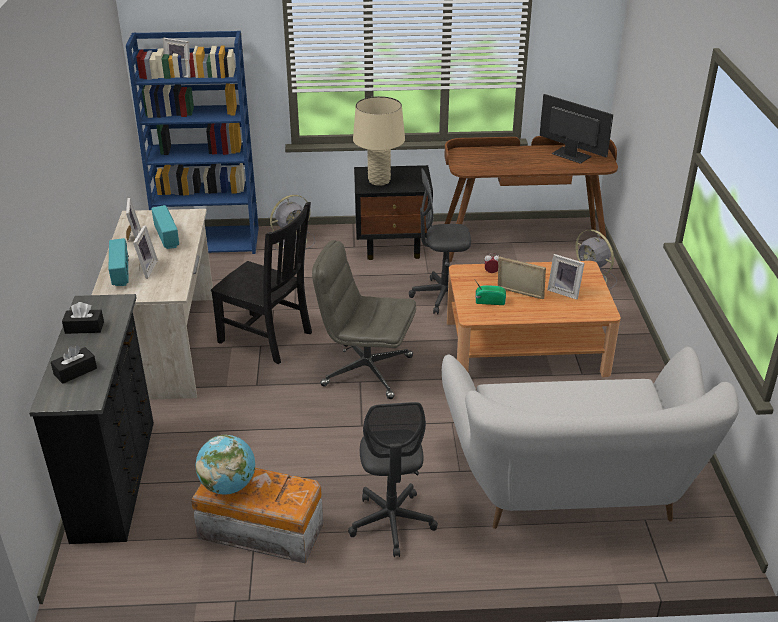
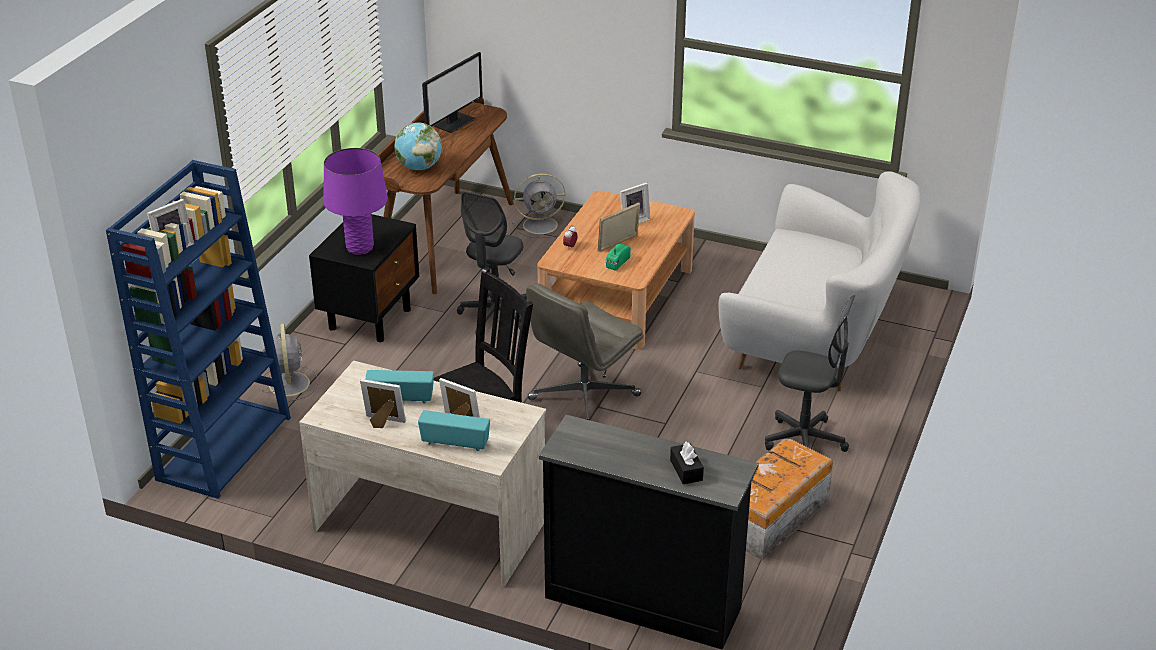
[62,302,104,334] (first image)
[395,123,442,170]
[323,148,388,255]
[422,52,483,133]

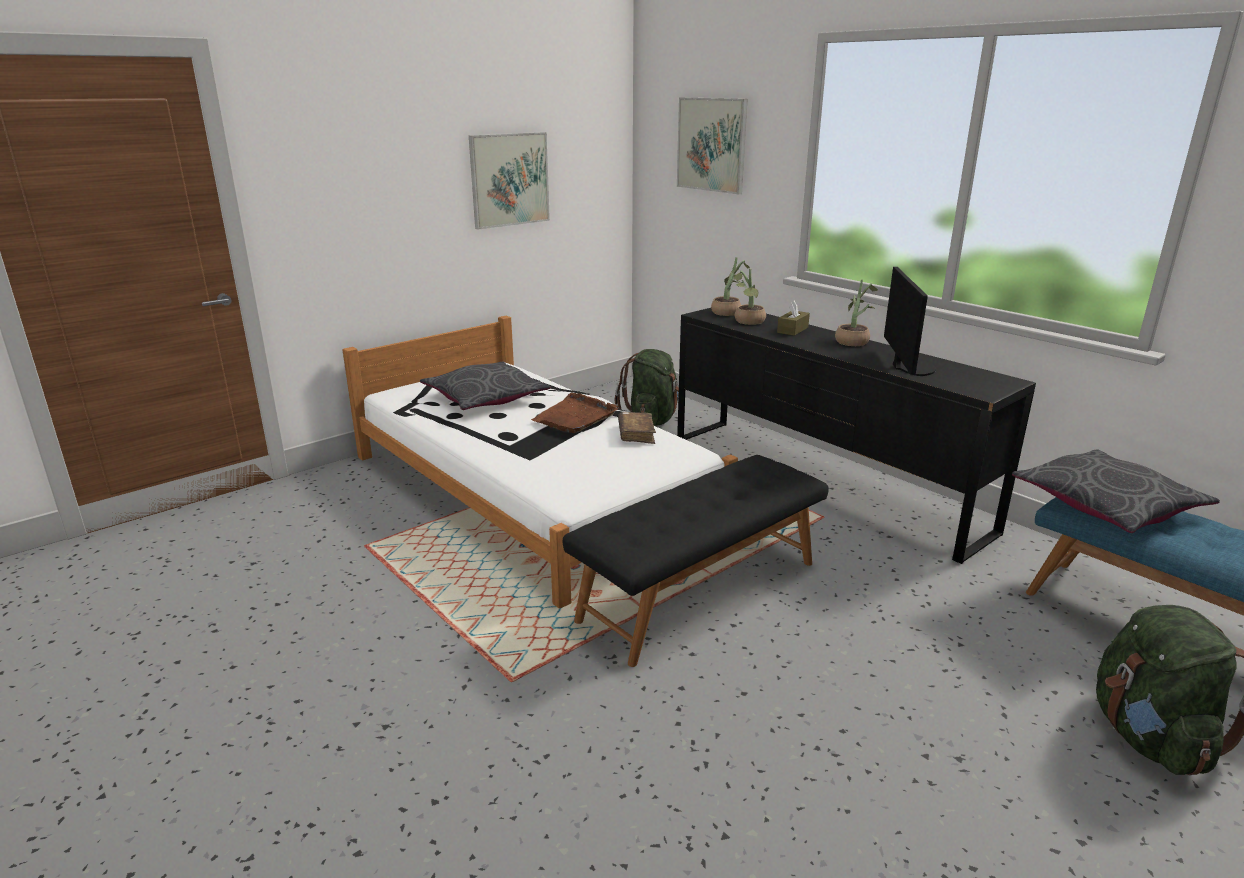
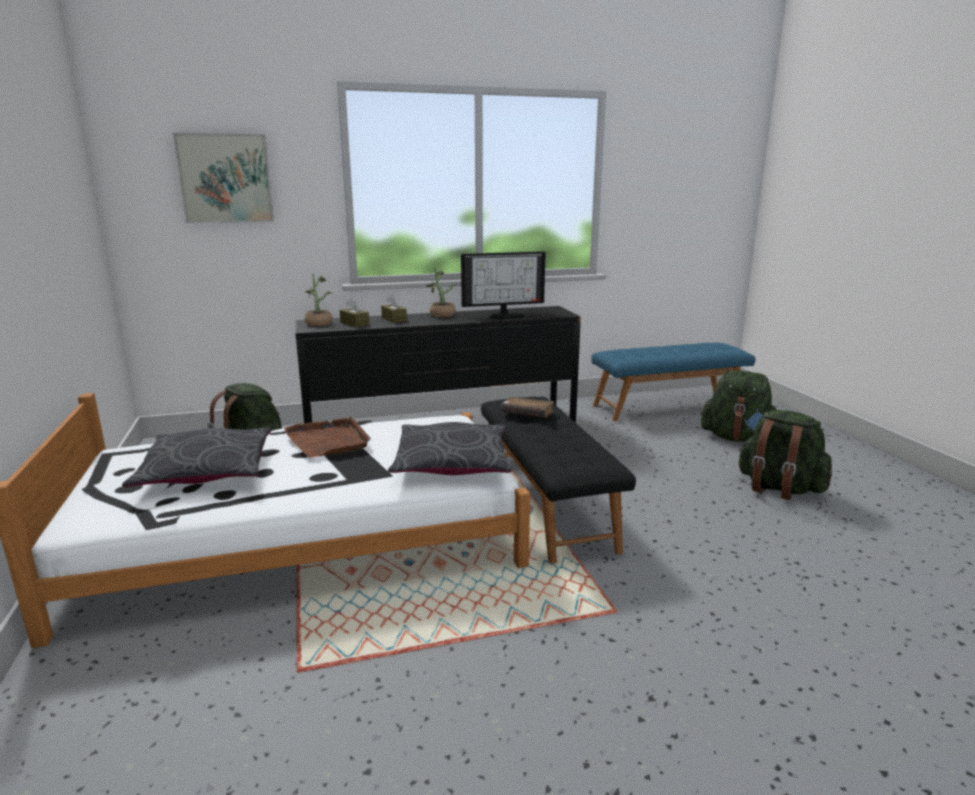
[469,132,550,229] (first image)
[501,397,554,418]
[340,299,369,327]
[461,251,546,319]
[388,422,512,475]
[738,410,832,500]

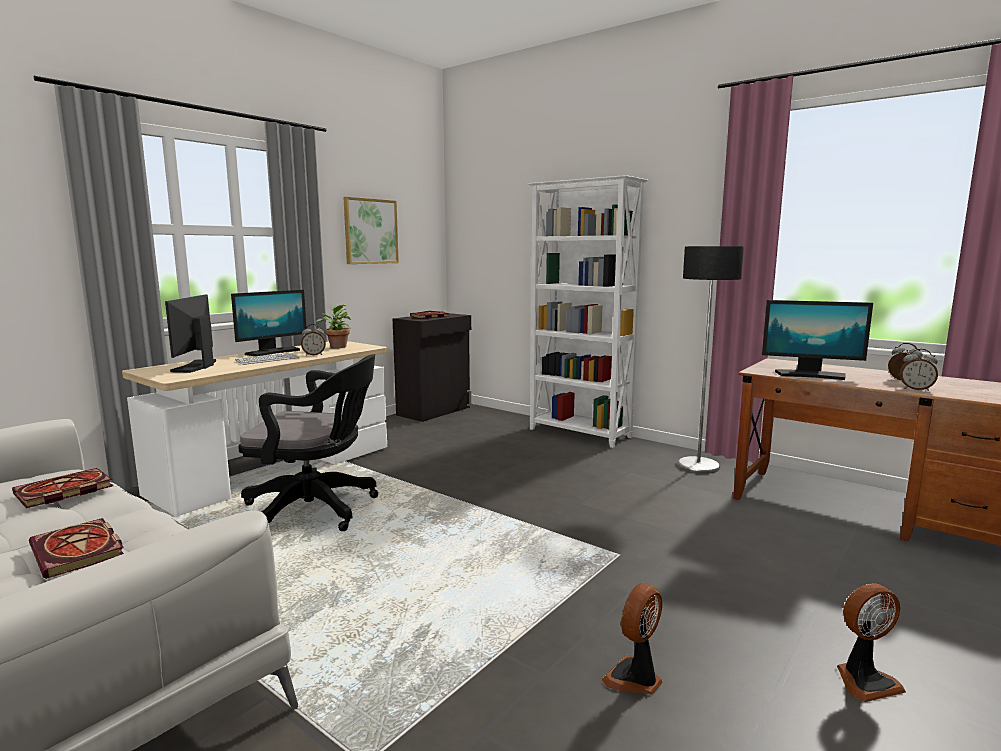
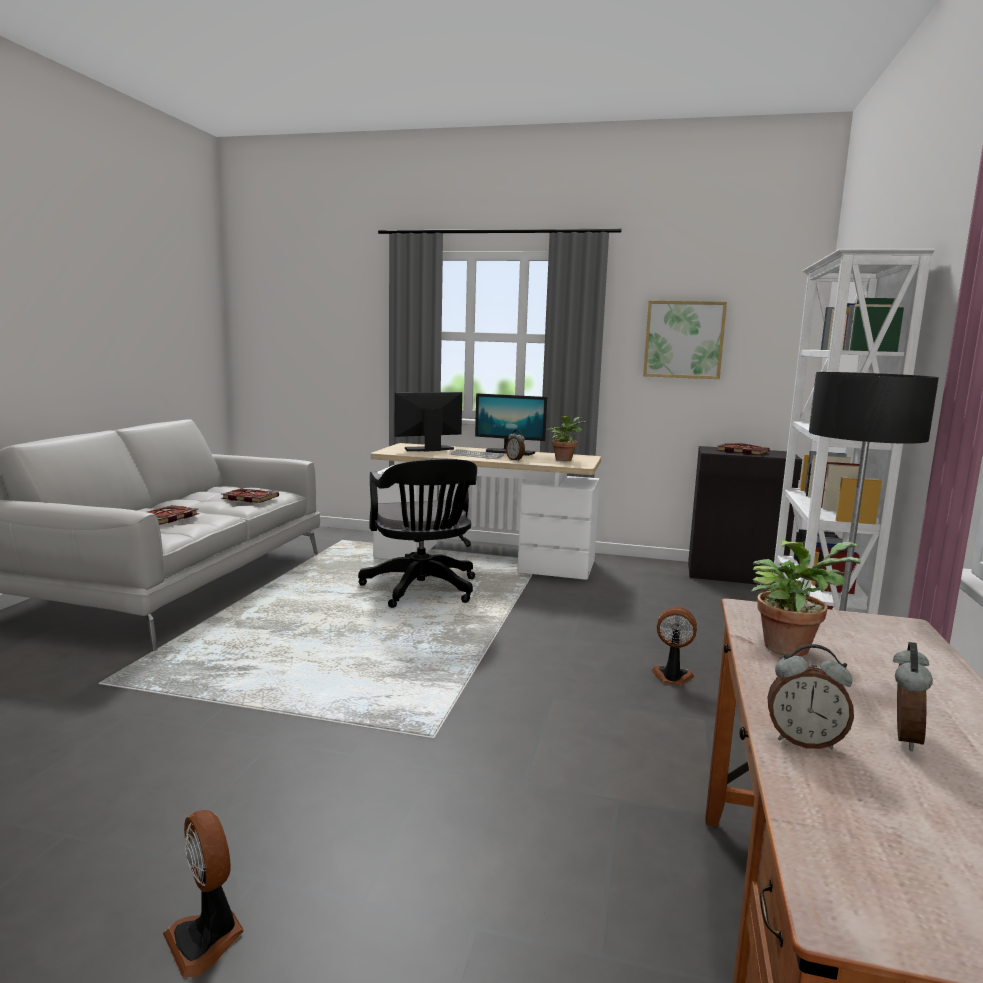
[651,607,697,685]
[752,539,861,656]
[767,644,854,750]

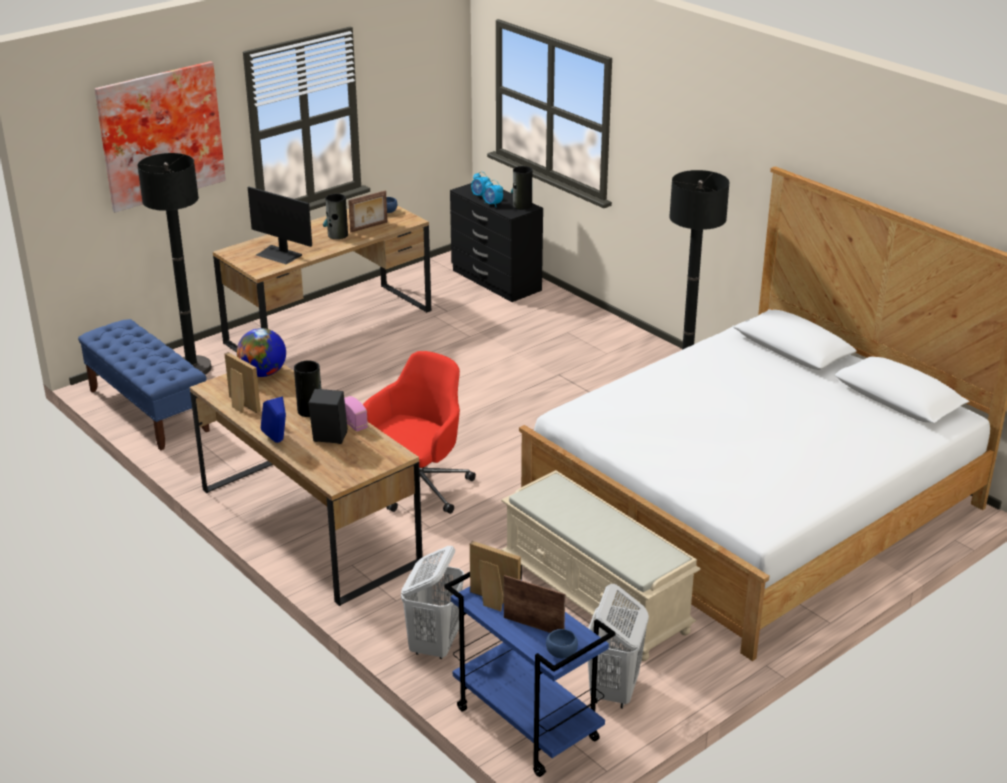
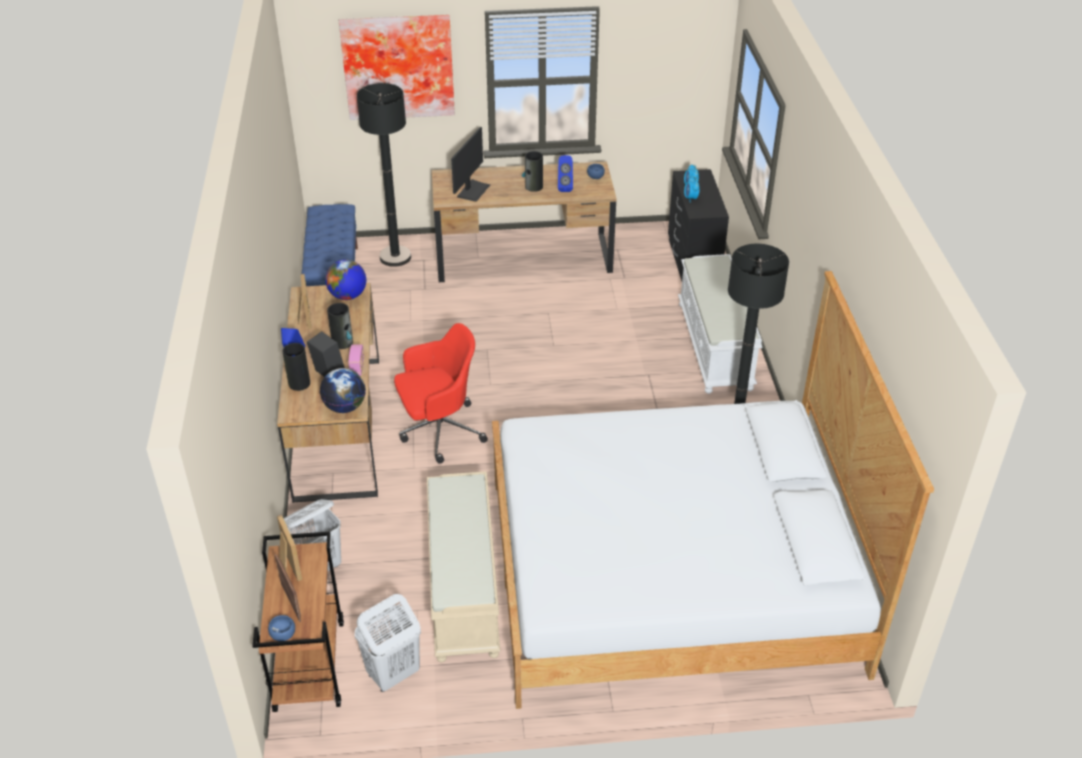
[451,127,490,202]
[558,155,573,192]
[252,532,344,712]
[283,343,310,391]
[320,368,366,413]
[678,254,763,394]

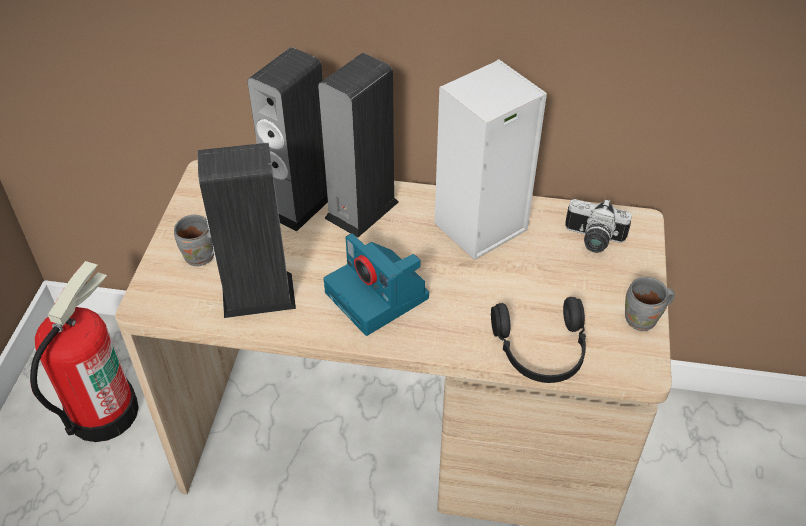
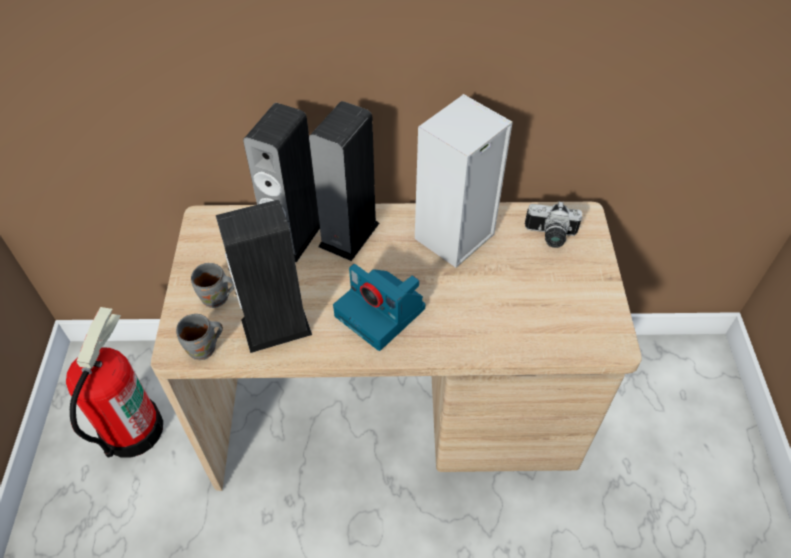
[491,297,586,383] (first image)
[176,314,223,360]

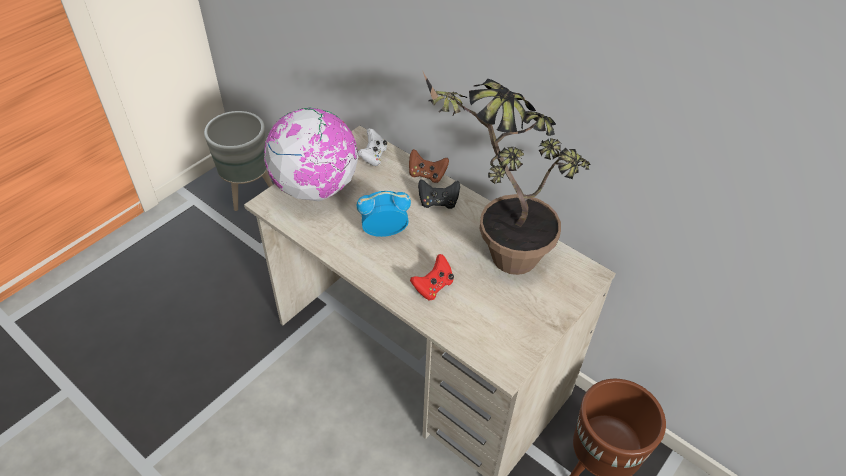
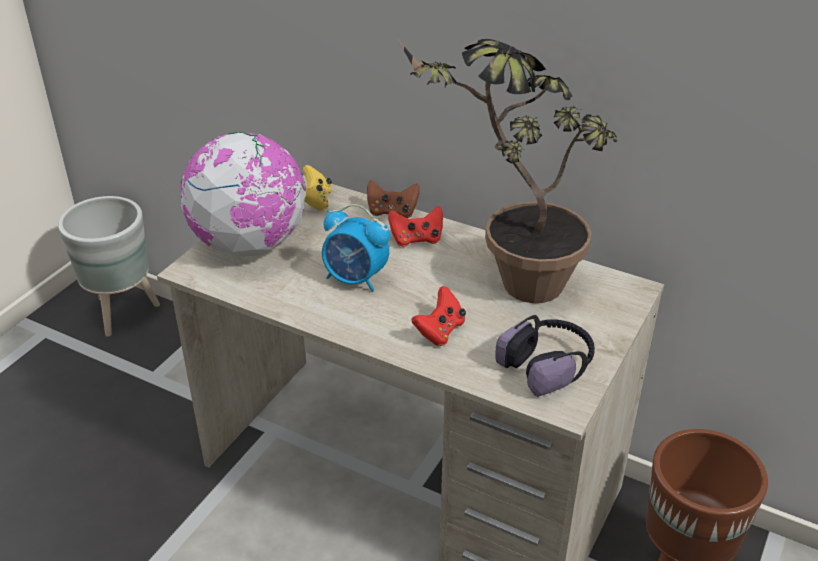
[303,165,332,211]
[322,204,390,292]
[388,206,443,247]
[495,315,595,397]

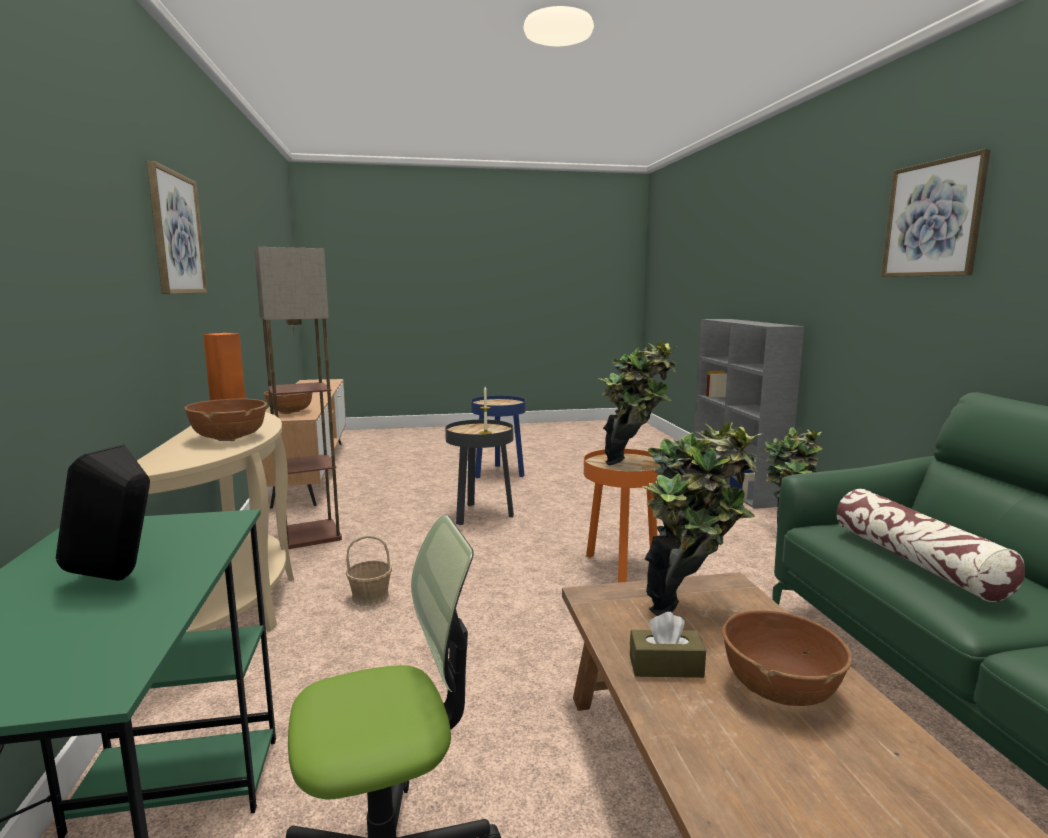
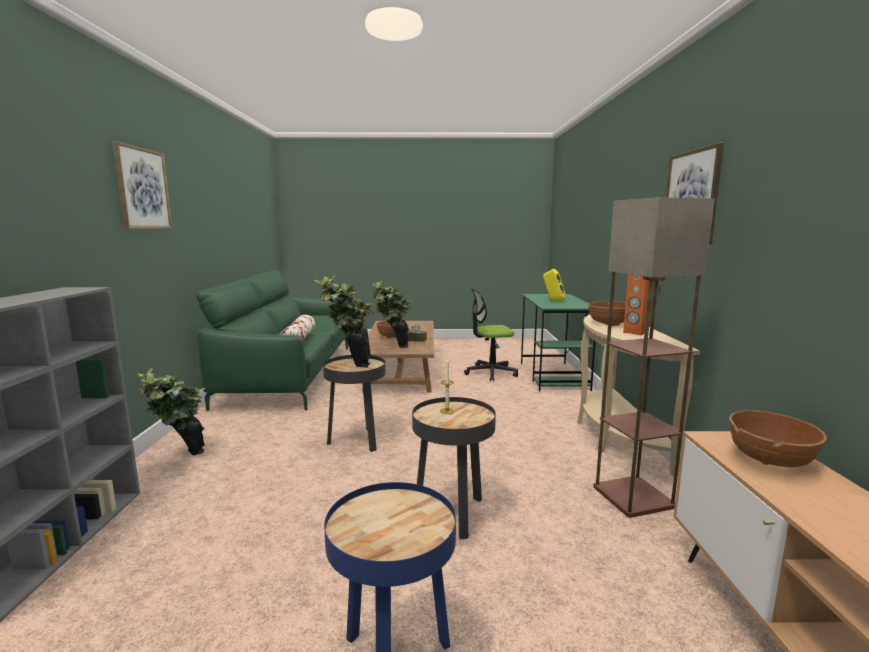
[543,269,565,301]
[346,535,392,606] (first image)
[323,355,386,452]

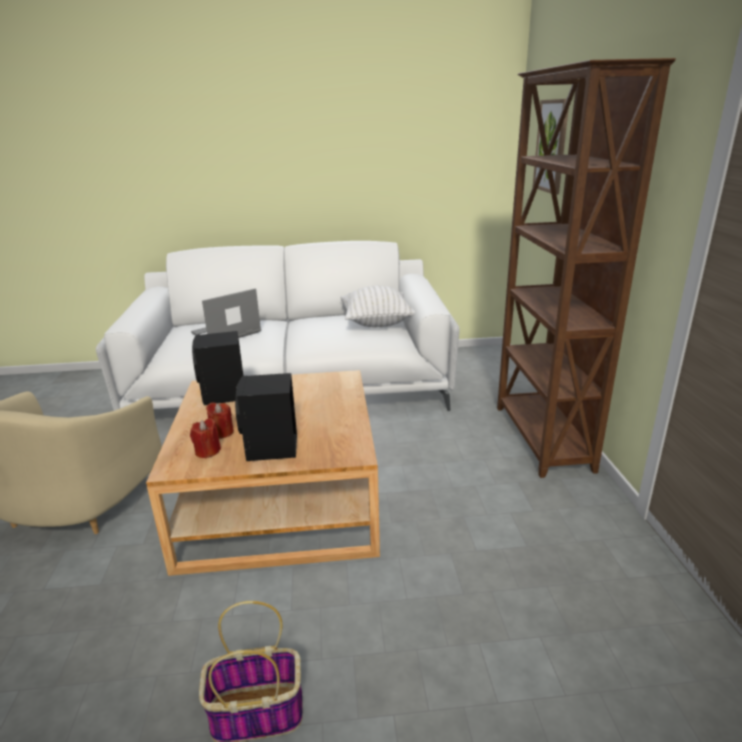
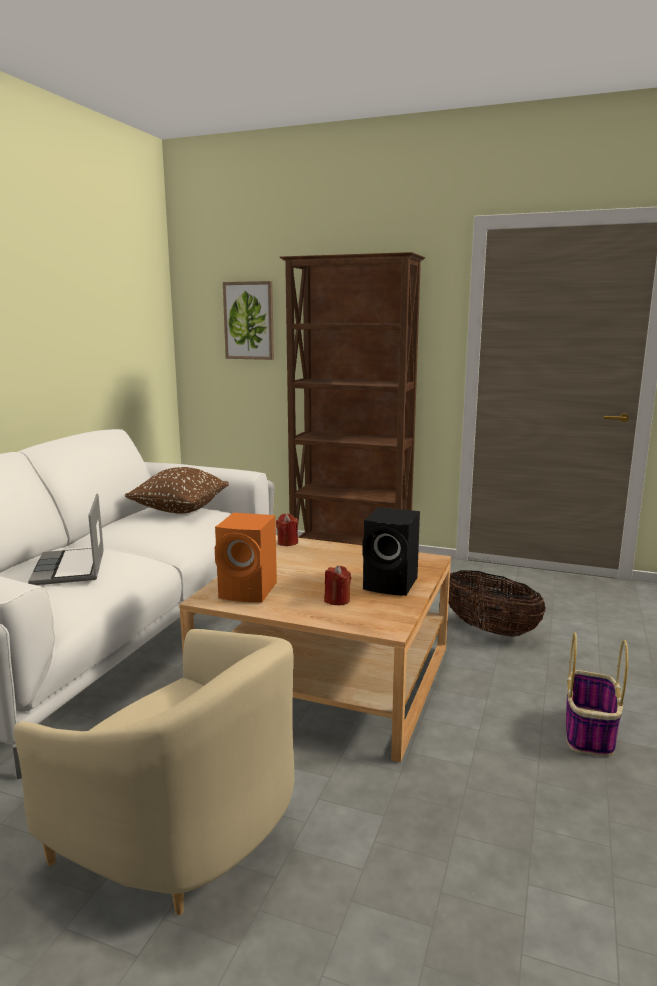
[276,514,298,546]
[215,513,277,602]
[125,467,229,514]
[449,570,546,637]

